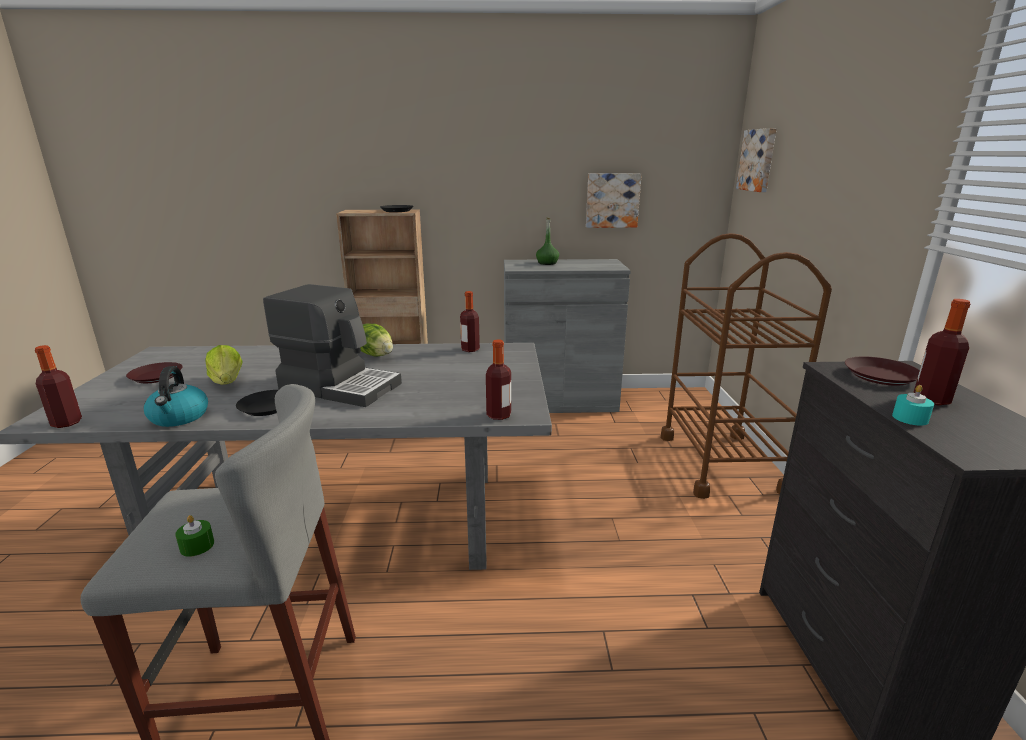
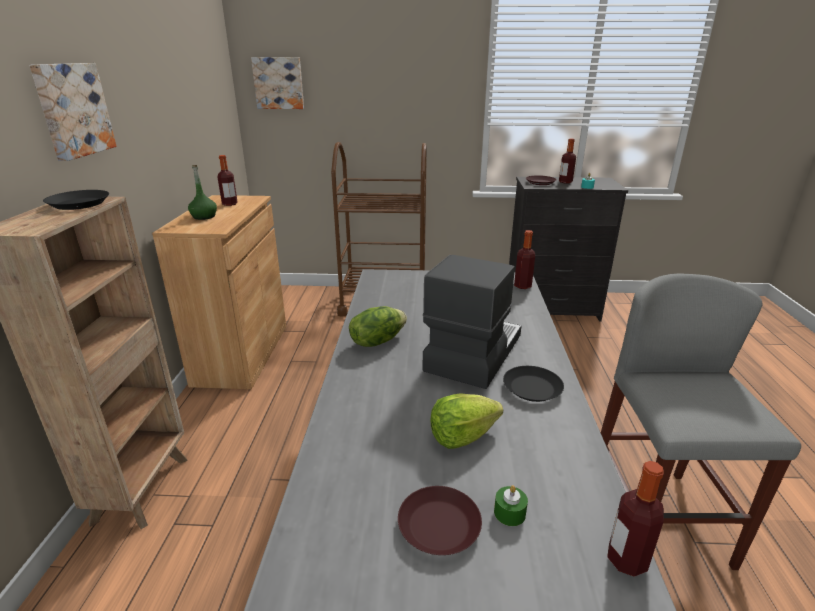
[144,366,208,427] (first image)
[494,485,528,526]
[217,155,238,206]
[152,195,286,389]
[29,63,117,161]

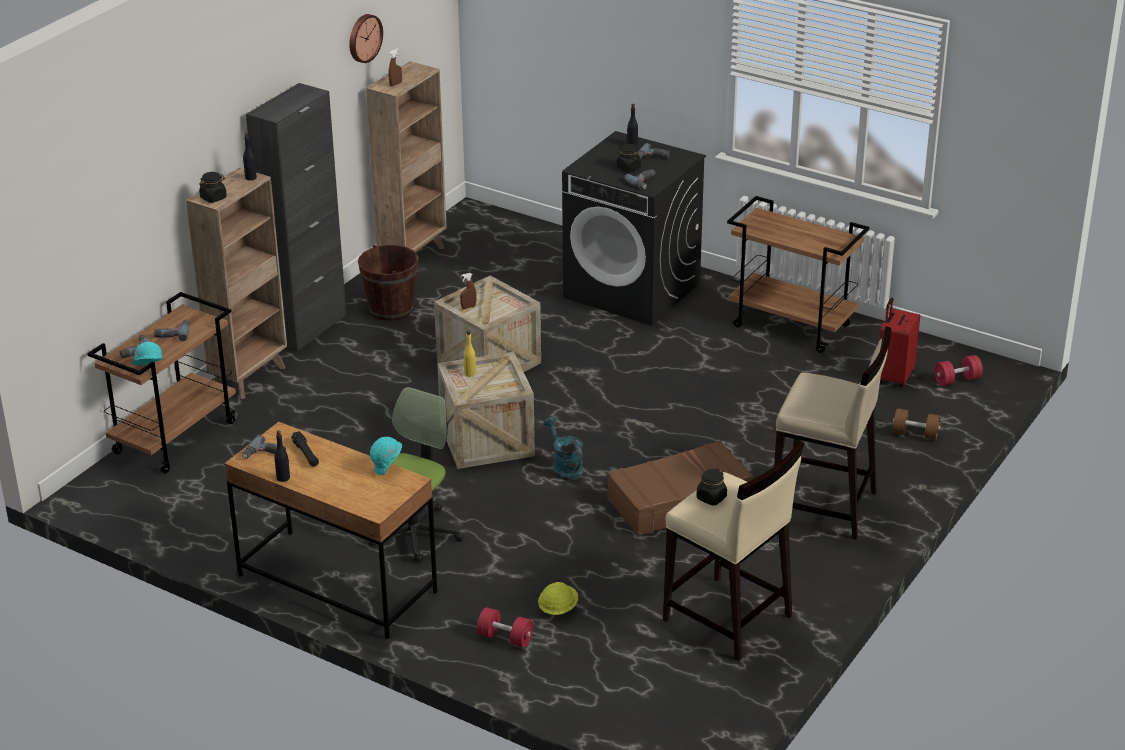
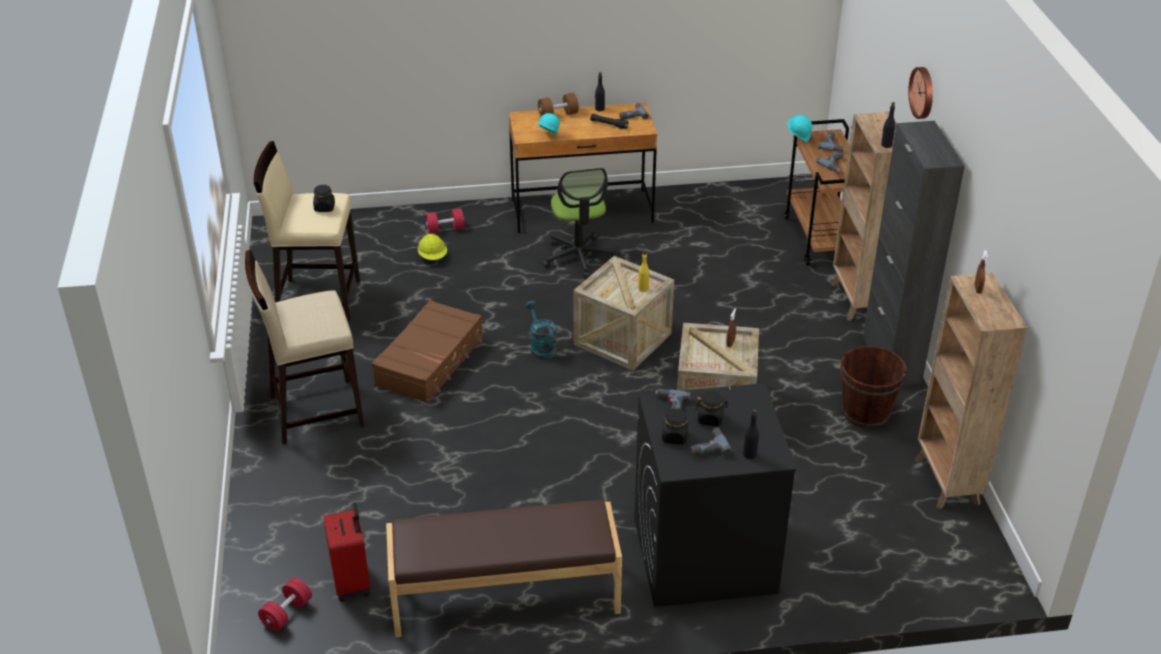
[662,407,688,444]
[908,67,933,119]
[525,301,557,359]
[386,500,622,637]
[538,93,579,117]

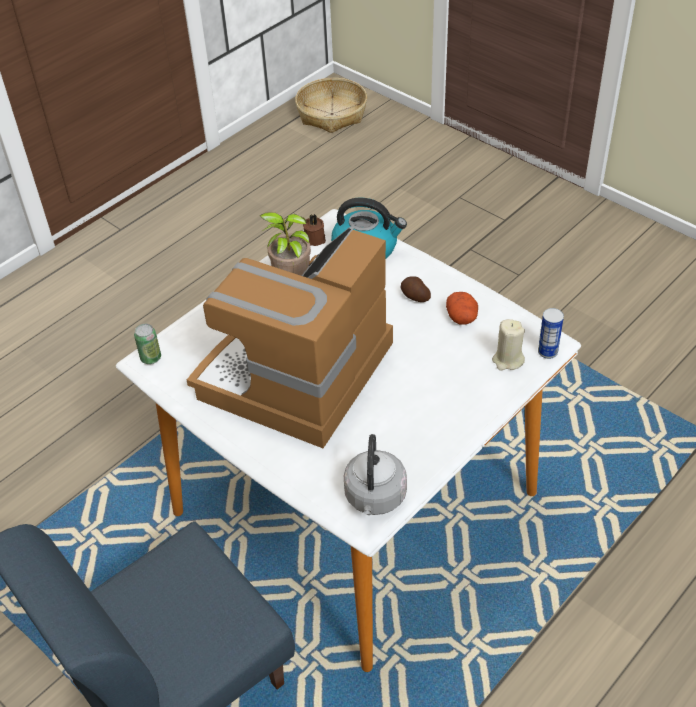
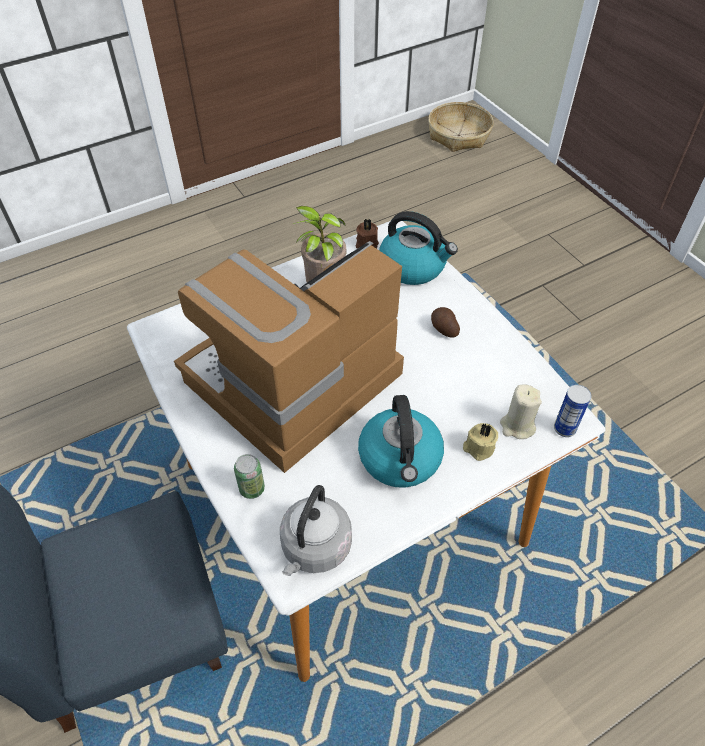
[234,454,265,499]
[446,292,478,325] (first image)
[358,395,444,488]
[463,423,498,461]

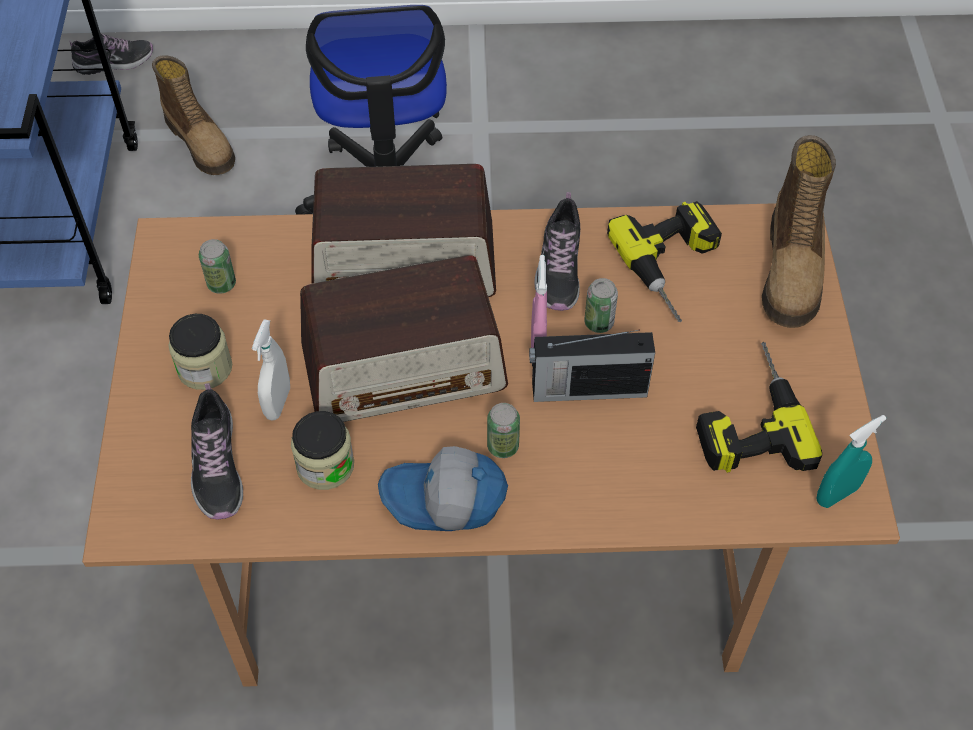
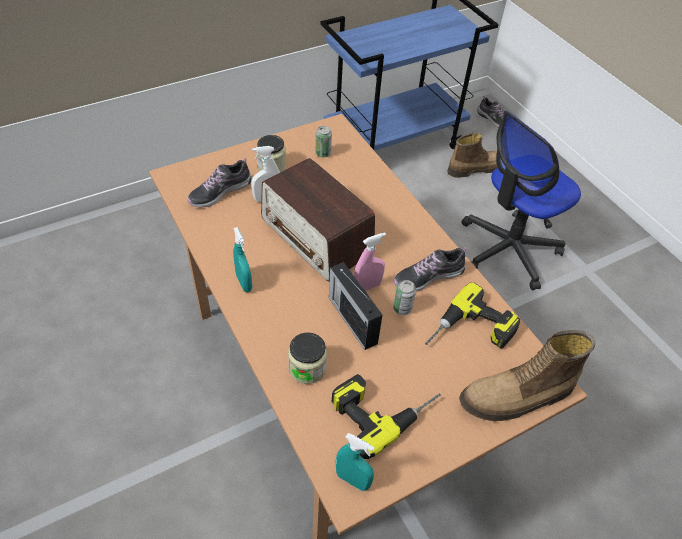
[447,133,498,178]
[288,333,327,384]
[311,164,496,297] (first image)
[233,227,252,292]
[487,403,520,458] (first image)

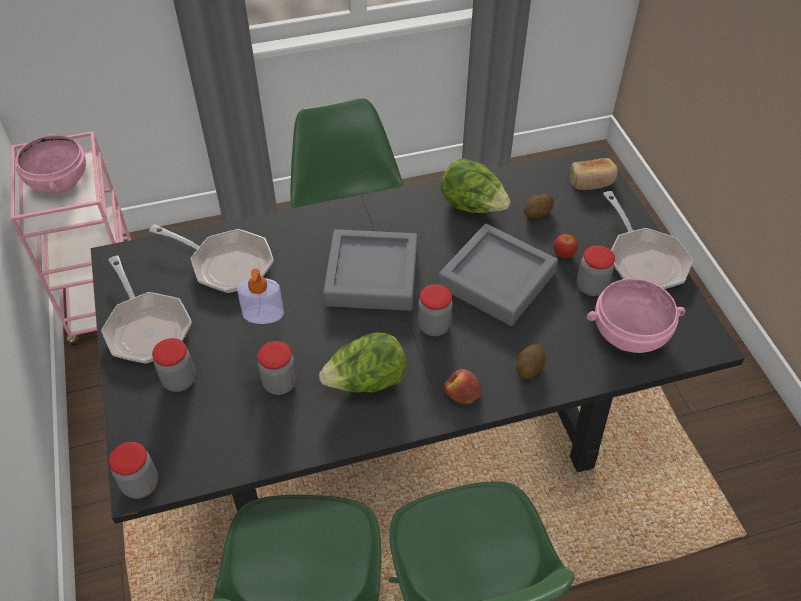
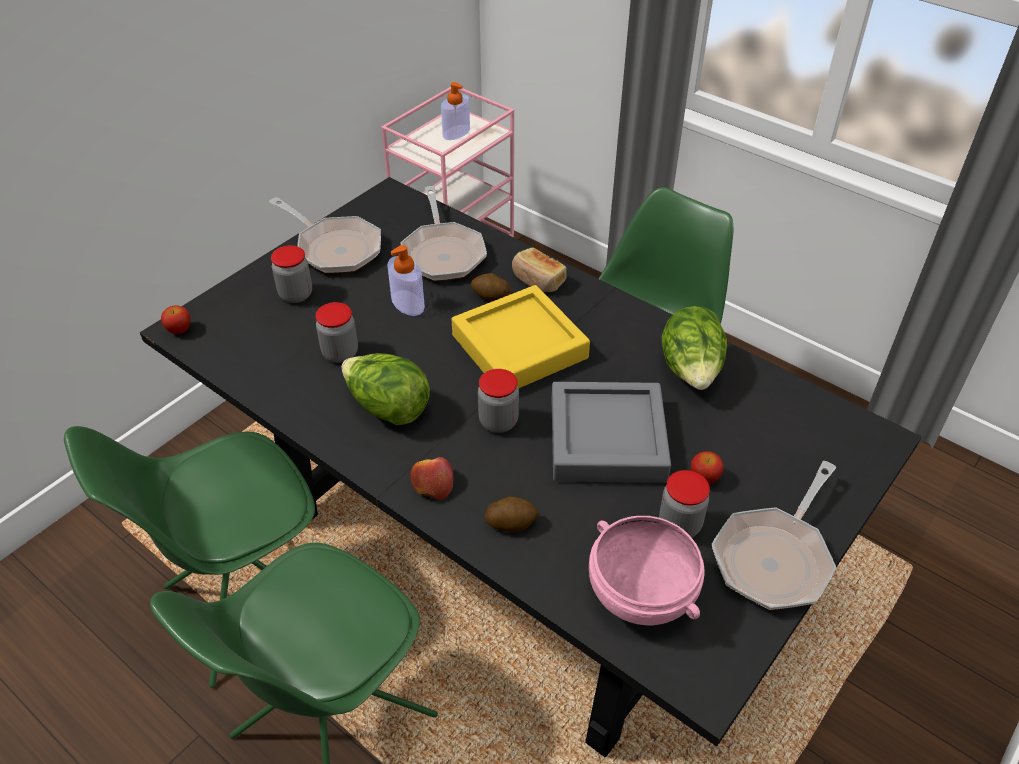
[441,82,470,140]
[269,197,381,274]
[161,305,191,334]
[452,285,590,388]
[471,273,511,301]
[512,247,567,292]

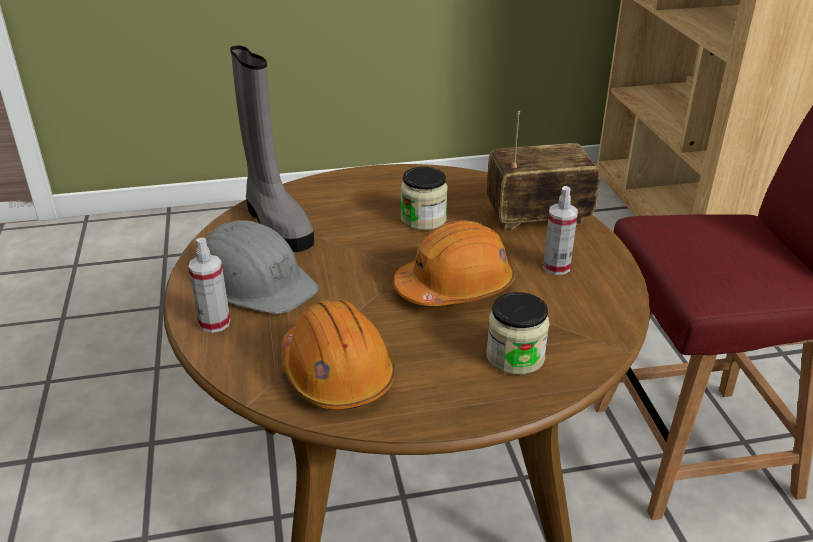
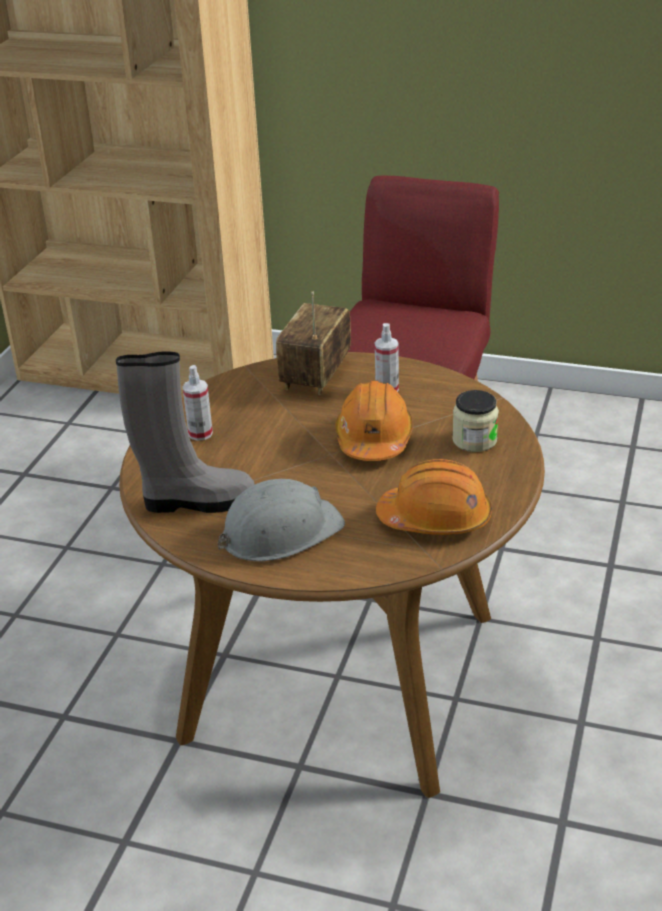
[183,365,213,441]
[401,167,448,230] (first image)

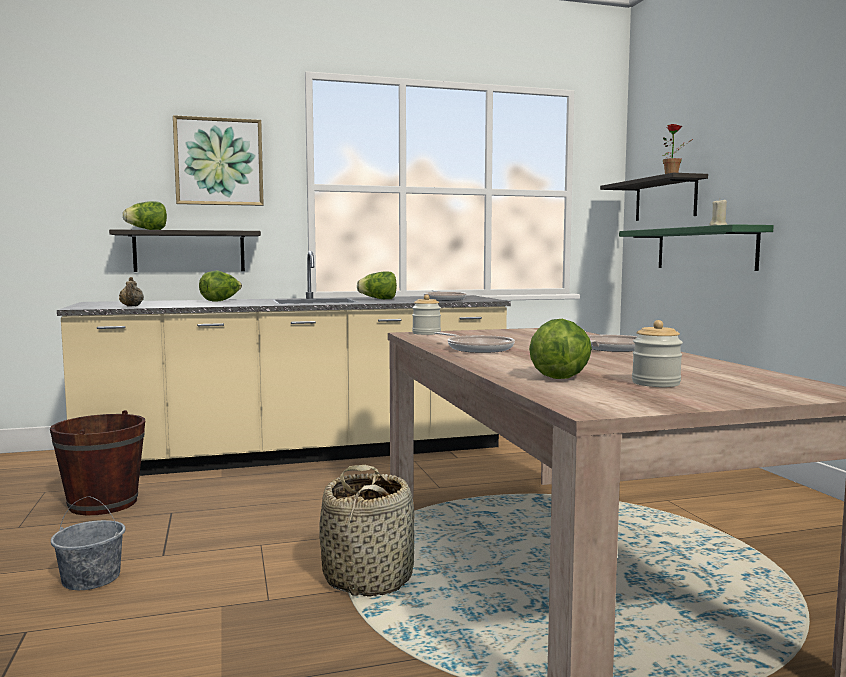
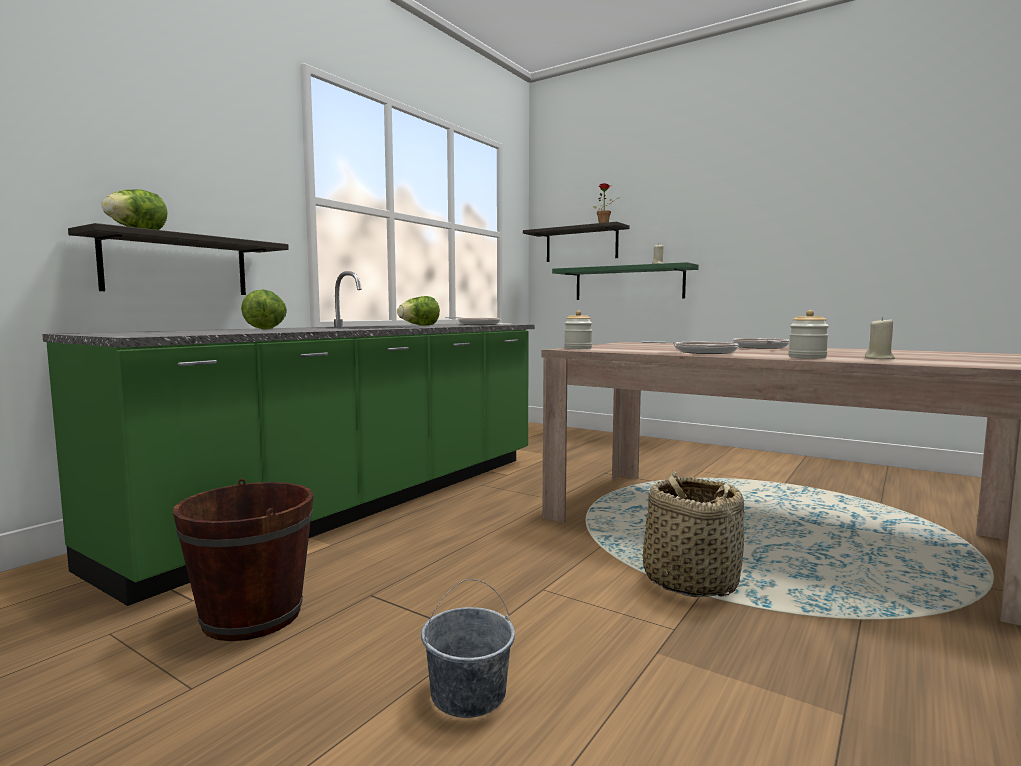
[42,271,535,606]
[119,277,144,306] (first image)
[173,115,264,206] (first image)
[865,317,895,359]
[789,310,829,359]

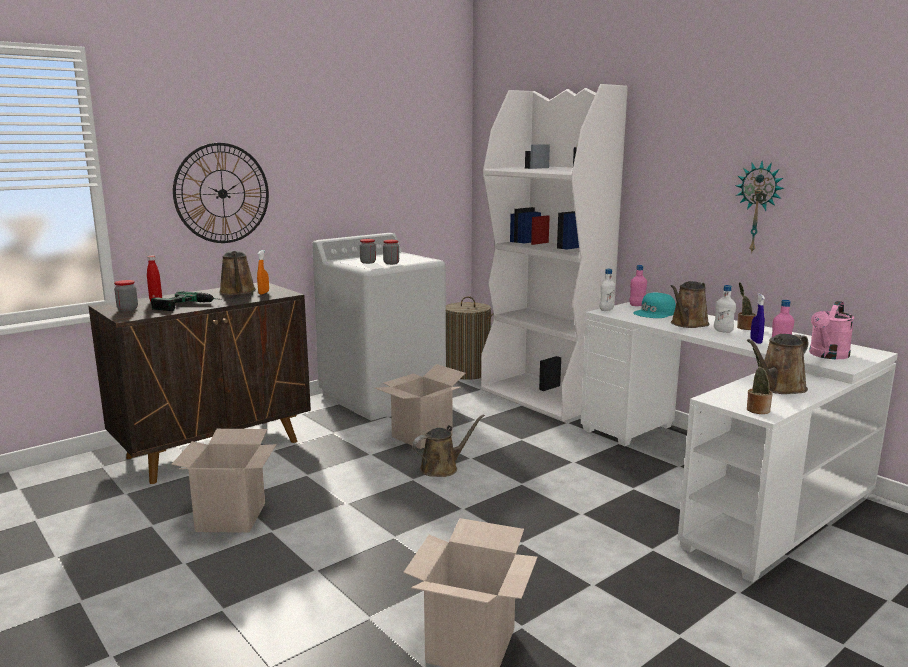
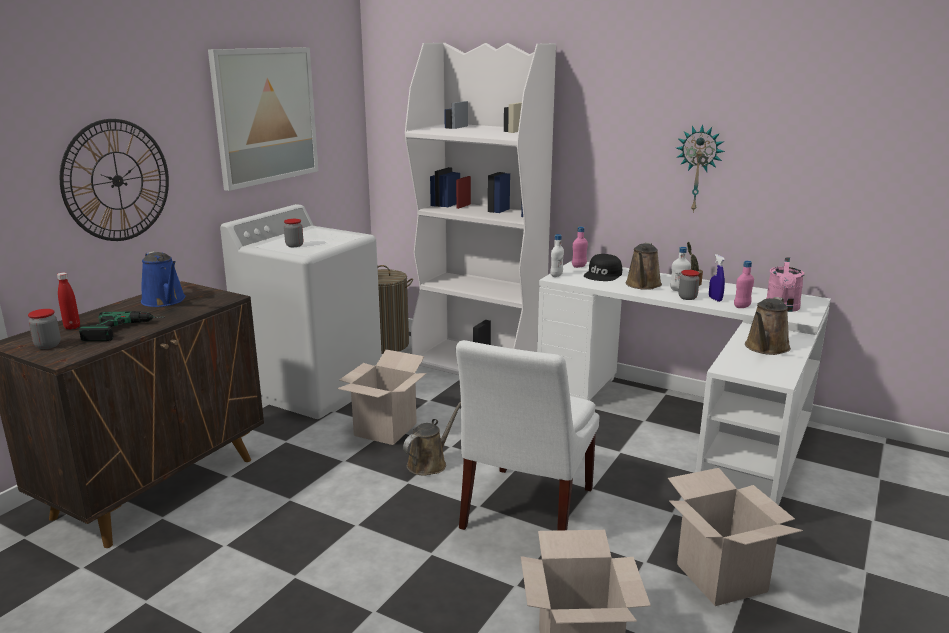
[668,468,803,606]
[141,251,186,307]
[257,250,269,294] (first image)
[679,270,700,300]
[584,254,622,281]
[747,348,773,414] (first image)
[208,47,318,191]
[456,340,600,531]

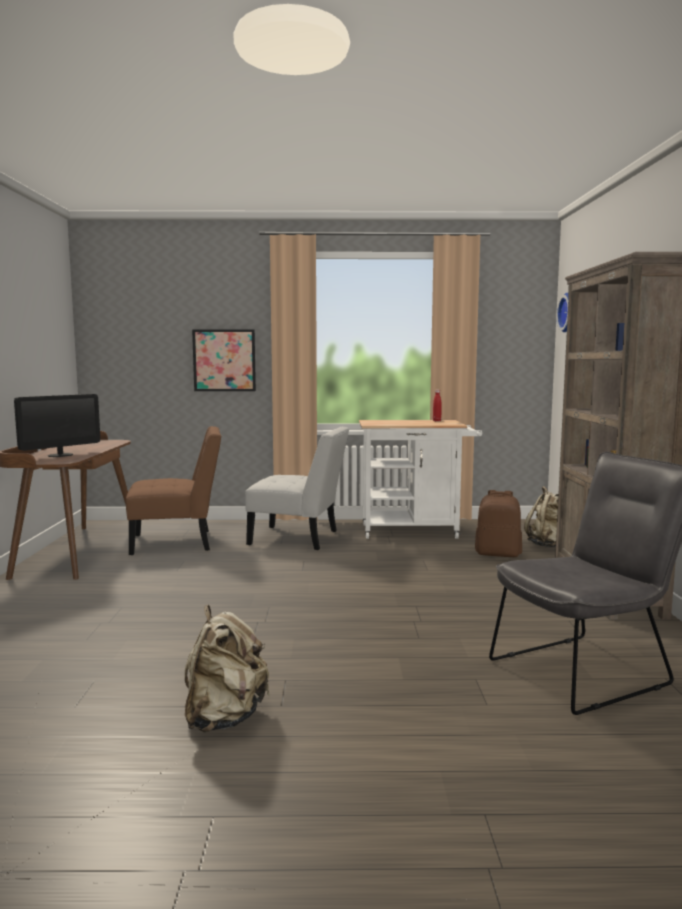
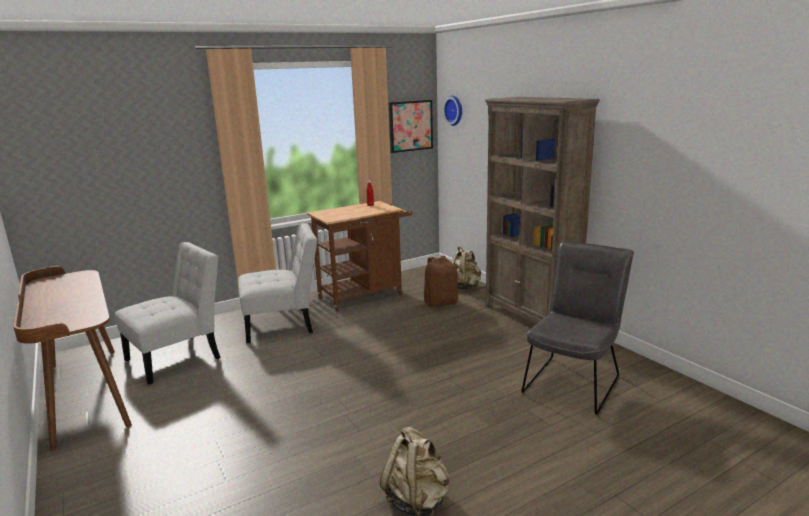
[14,394,100,457] (first image)
[115,242,221,385]
[389,100,433,153]
[307,201,412,312]

